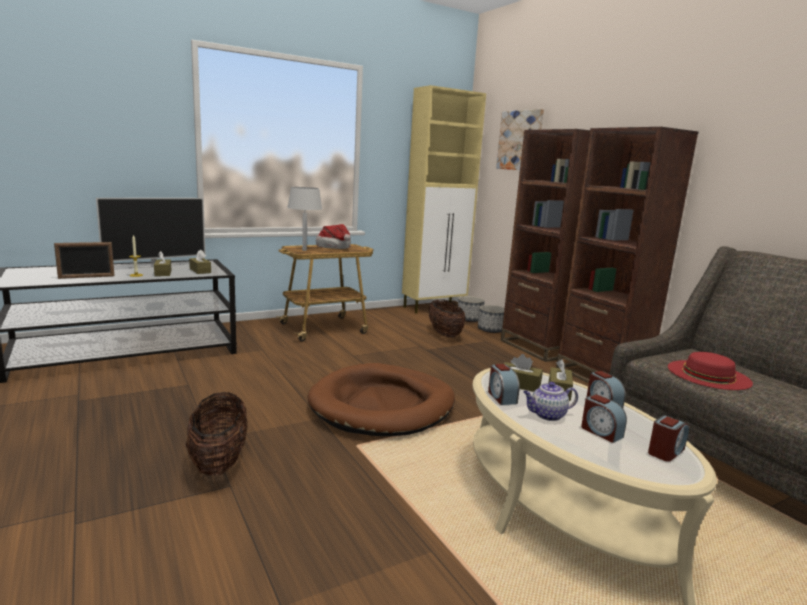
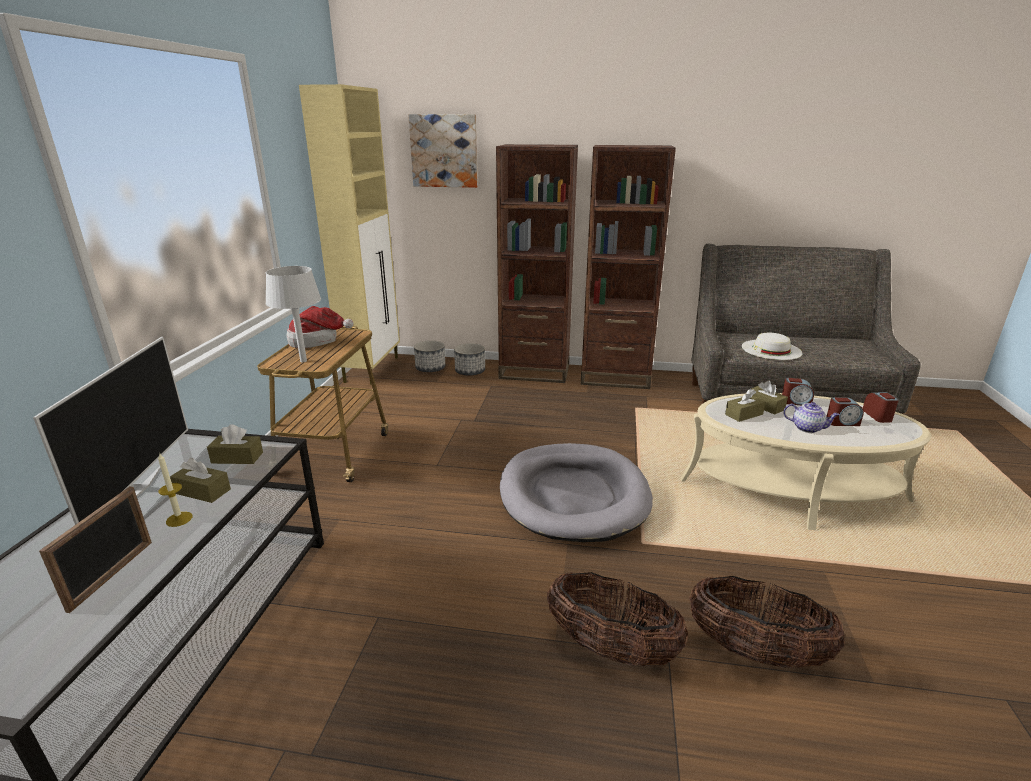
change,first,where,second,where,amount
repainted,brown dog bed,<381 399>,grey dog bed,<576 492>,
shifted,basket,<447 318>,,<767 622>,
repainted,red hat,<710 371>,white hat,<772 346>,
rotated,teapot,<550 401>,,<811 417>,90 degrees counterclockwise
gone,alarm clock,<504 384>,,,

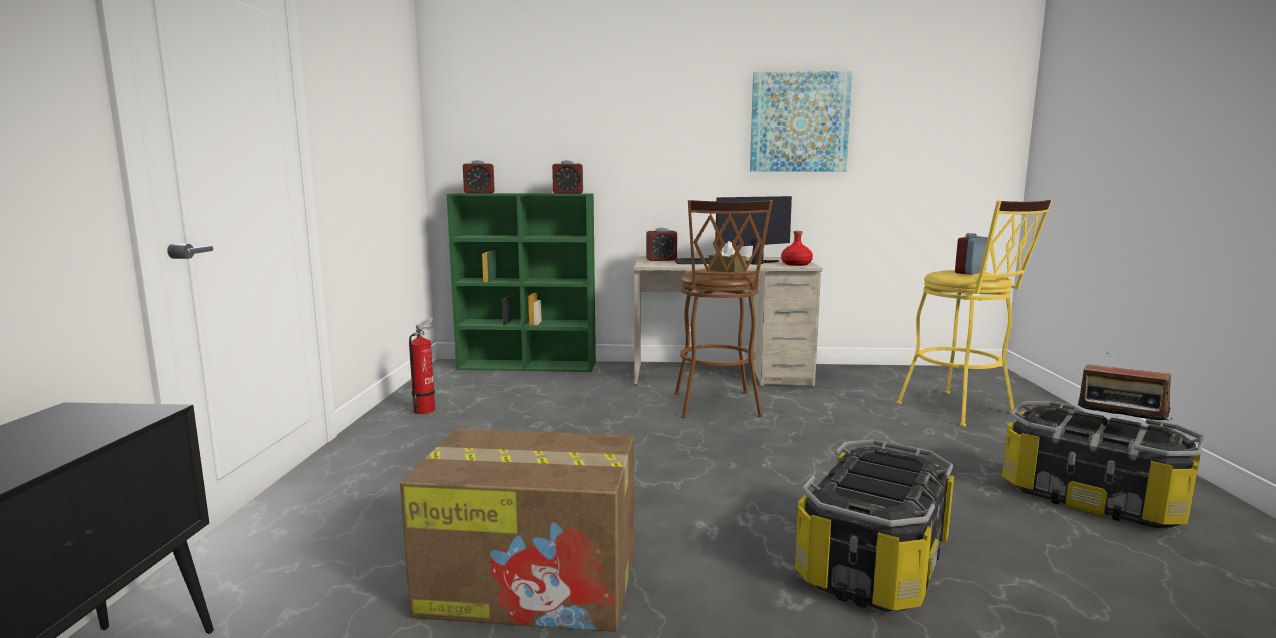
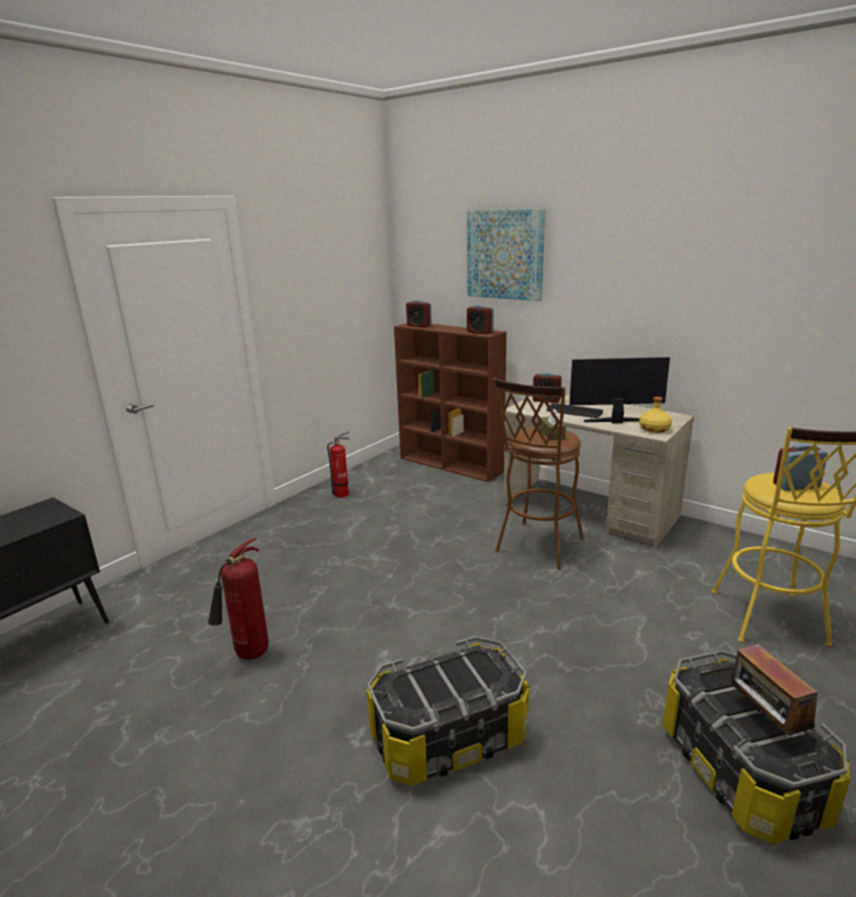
change,first,where,second,where,amount
swapped,cardboard box,<517 530>,fire extinguisher,<238 599>,
repainted,green bookcase,<521 282>,brown bookcase,<450 402>,
shifted,picture,<801 121>,,<506 254>,
repainted,red bottle,<797 248>,yellow bottle,<655 415>,

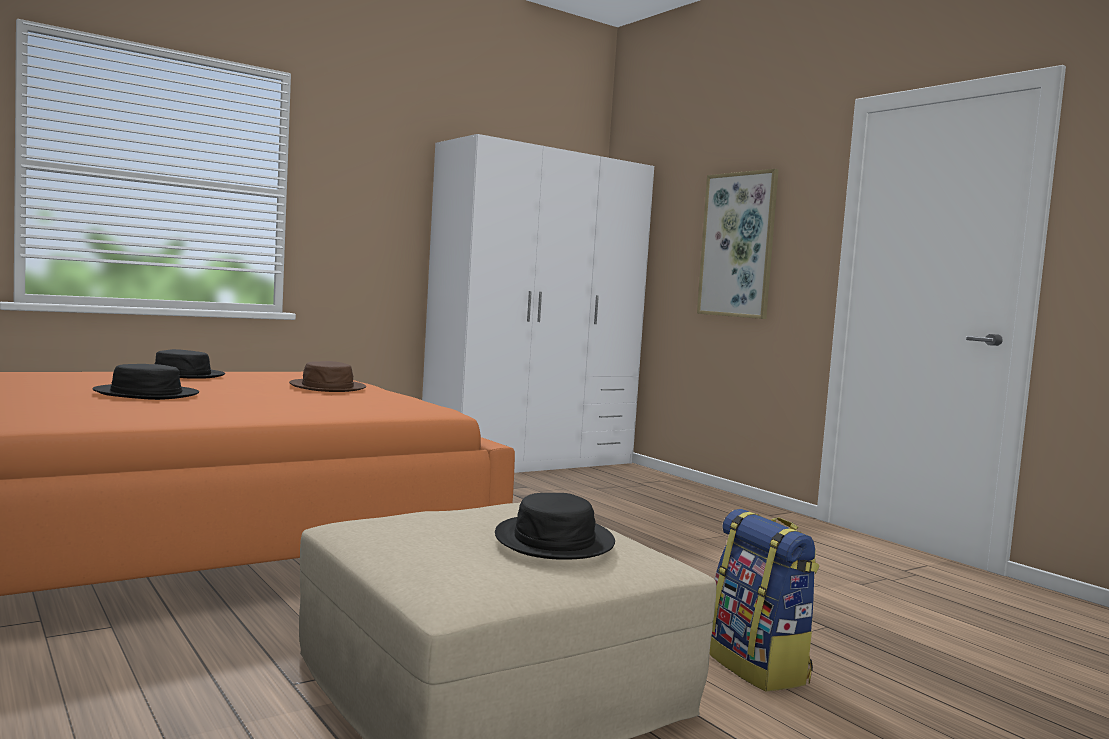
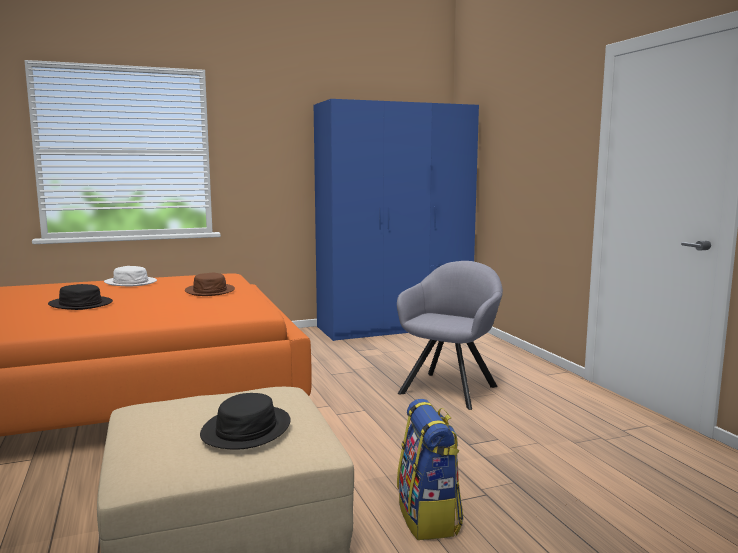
change,first,where,second,where,amount
repainted,black hat,<190 364>,white hat,<130 276>,
repainted,white wardrobe,<538 303>,blue wardrobe,<396 220>,
new,,,grey armchair,<450 335>,
gone,picture,<738 244>,,,

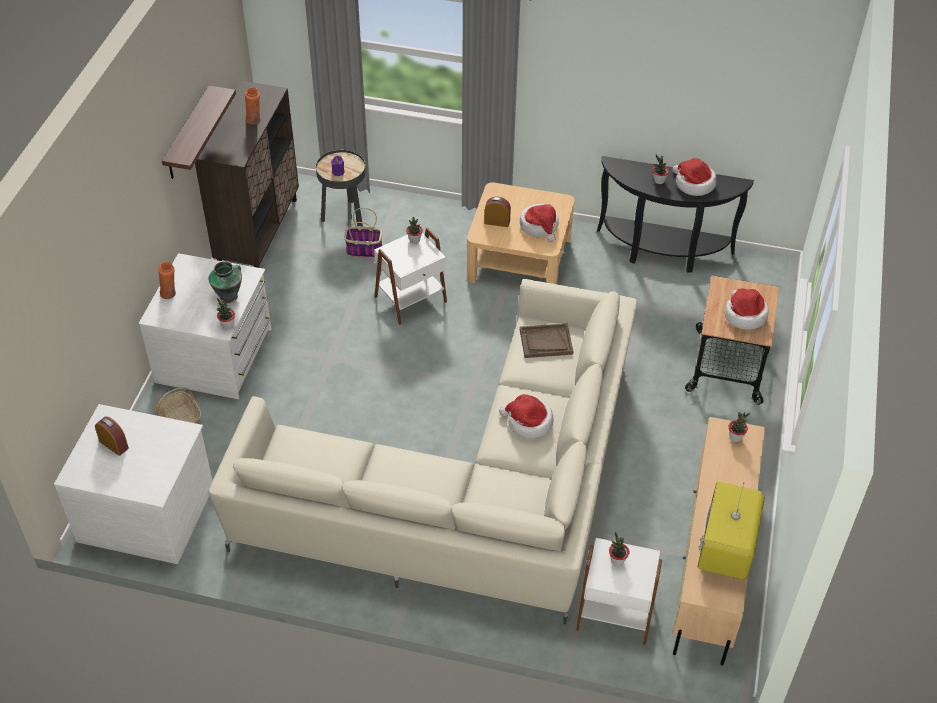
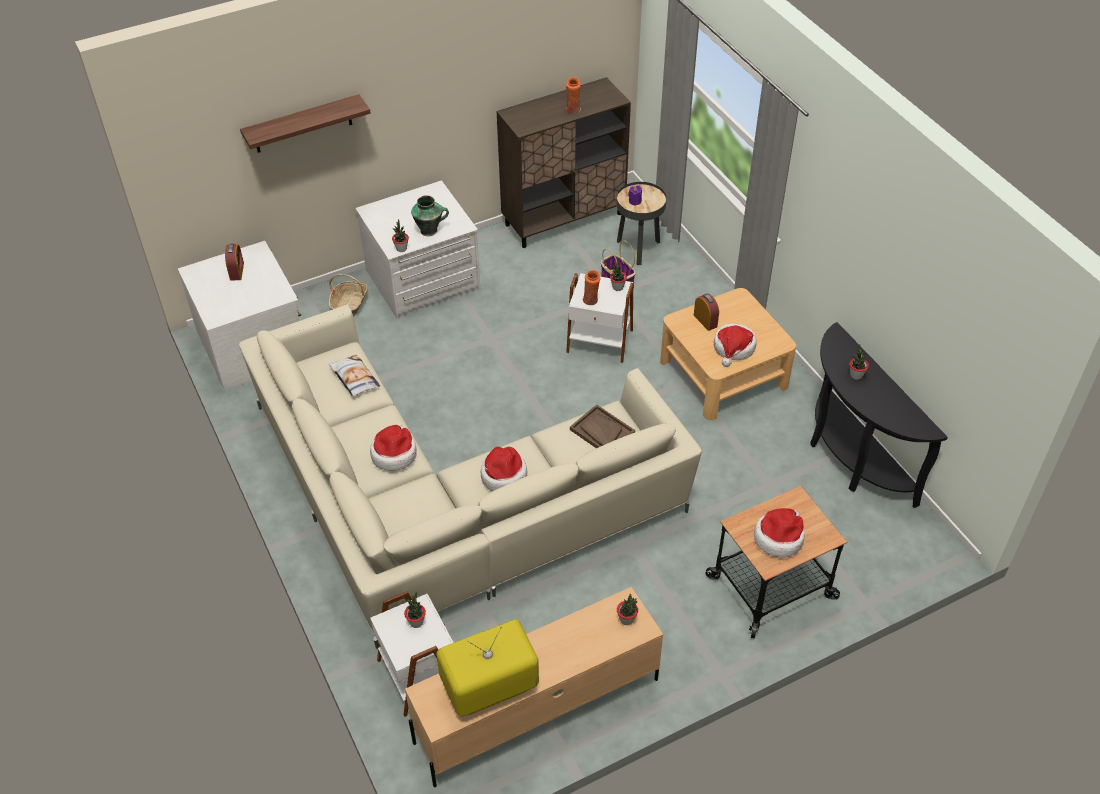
change,first,where,second,where,amount
shifted,shelf,<199 132>,,<305 123>,
new,,,pillow,<354 376>,
shifted,hat,<694 177>,,<393 448>,
shifted,orange vase,<167 280>,,<591 287>,

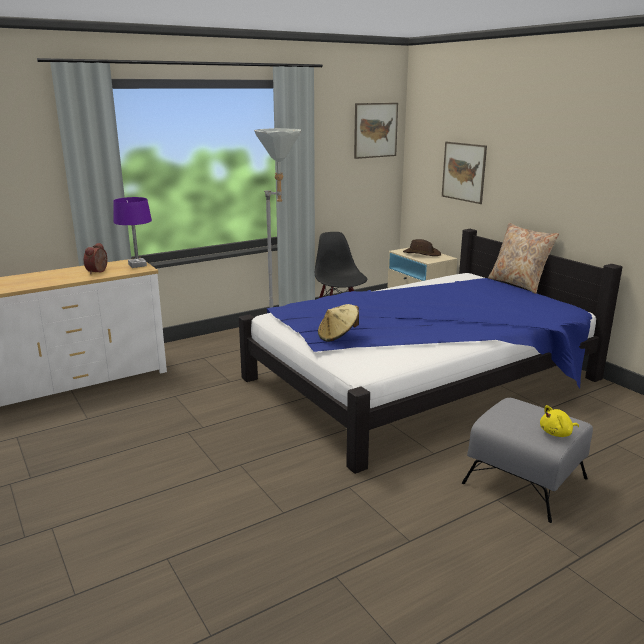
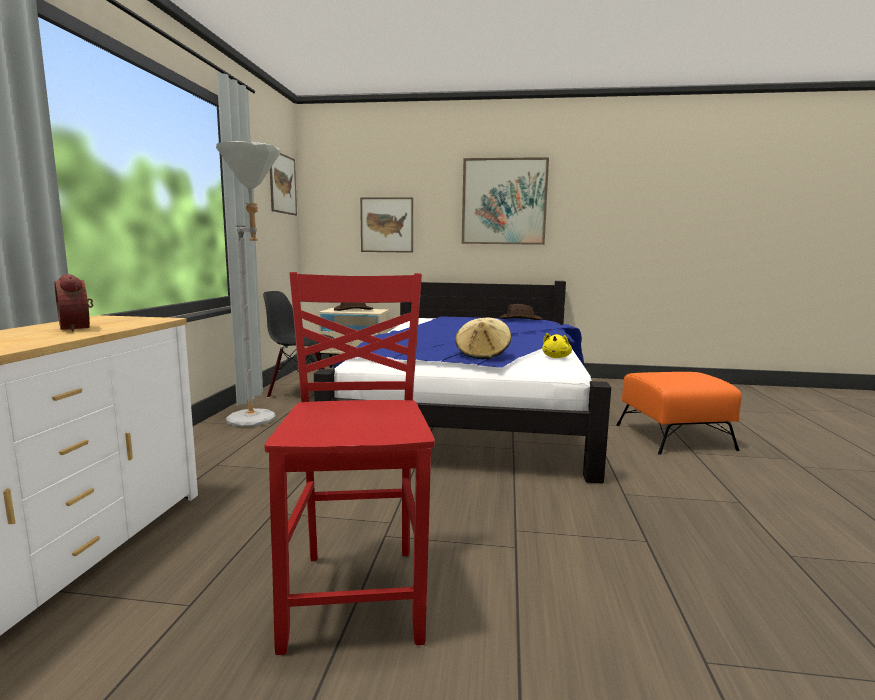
change,first,where,second,where,amount
new,,,red chair,<350 463>,
new,,,picture,<505 201>,
new,,,brown hat,<521 312>,
shifted,yellow plush toy,<559 421>,,<557 345>,
repainted,grey ottoman,<527 460>,orange ottoman,<679 413>,
gone,purple table lamp,<132 232>,,,
gone,beige pillow,<523 258>,,,

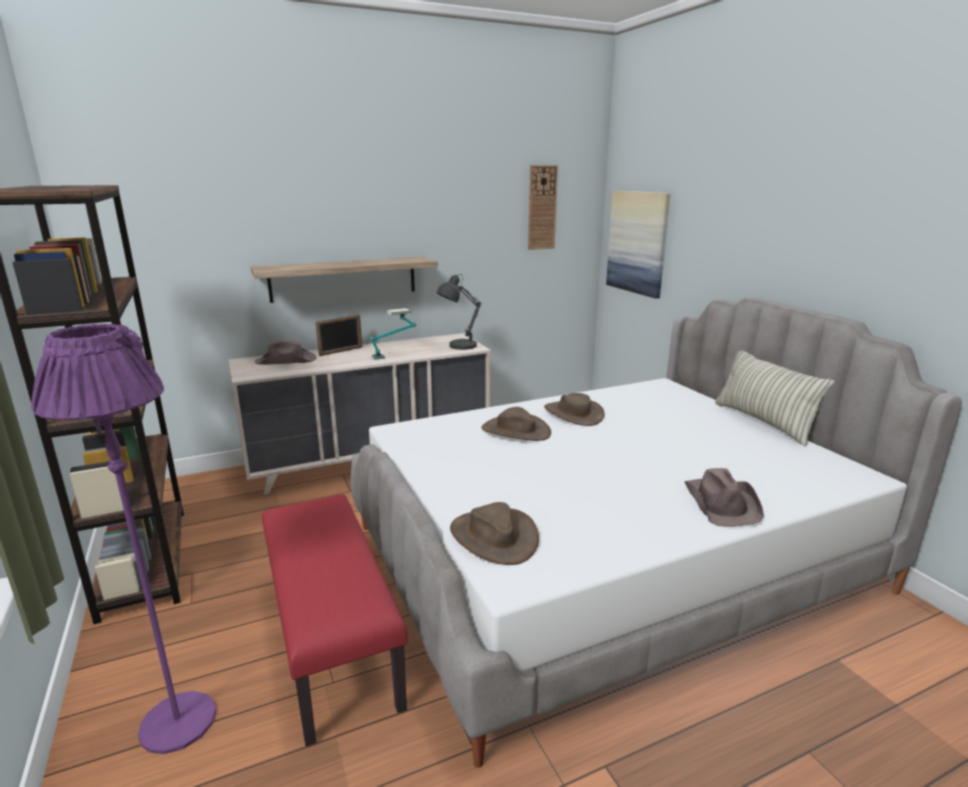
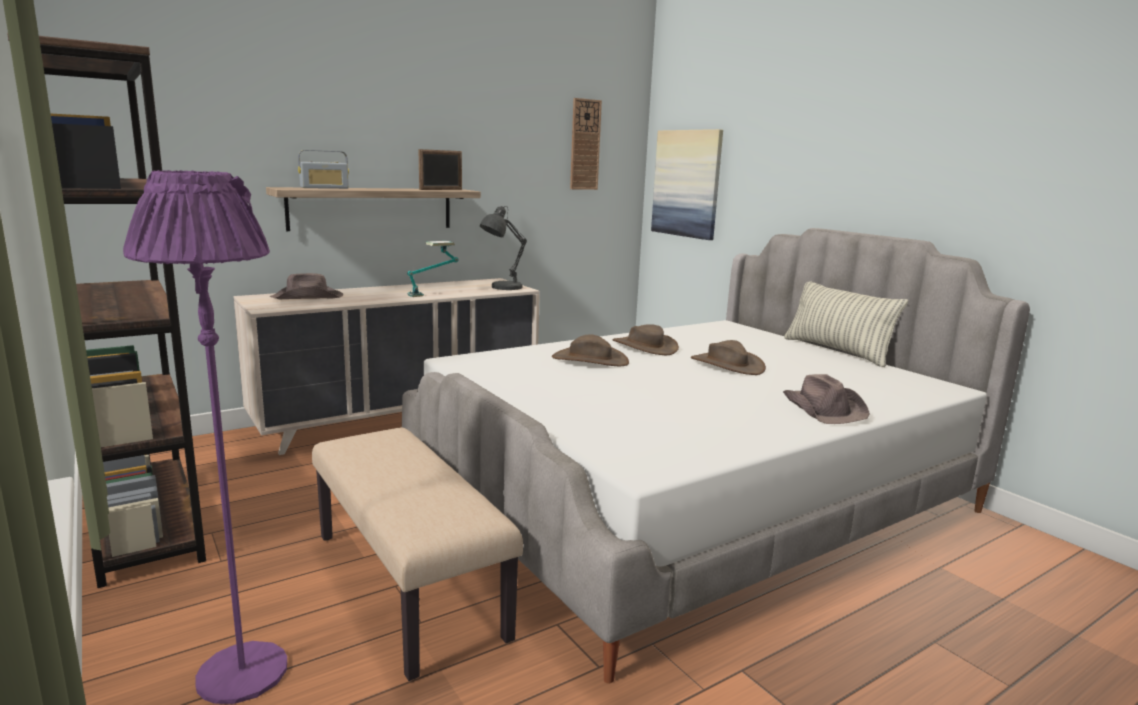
change,first,where,second,where,amount
new,,,radio,<323 169>,
repainted,red bench,<335 620>,beige bench,<417 554>,
shifted,picture frame,<338 335>,,<440 169>,
shifted,brown hat,<494 533>,,<728 357>,

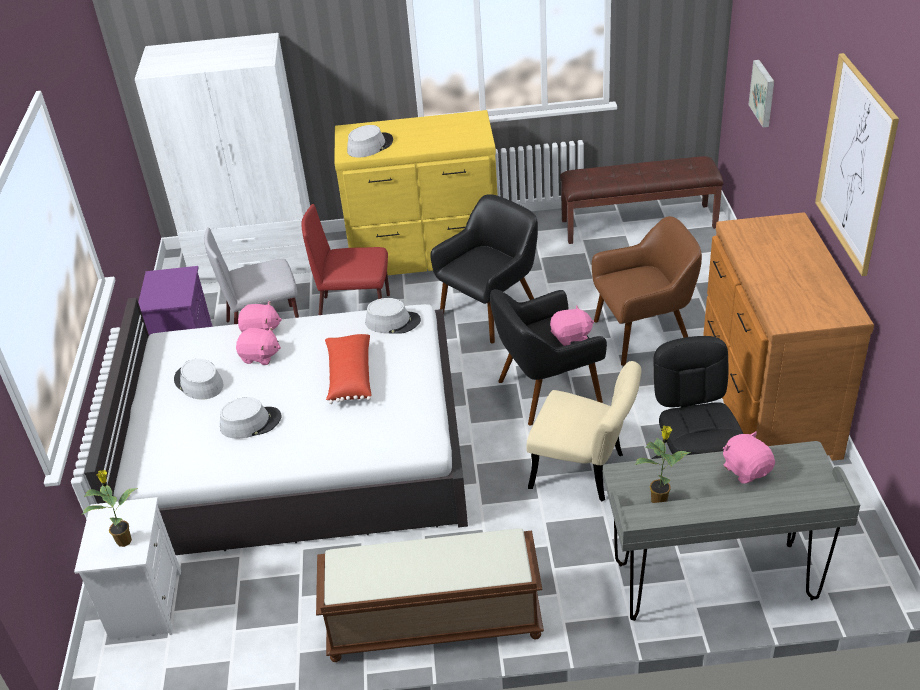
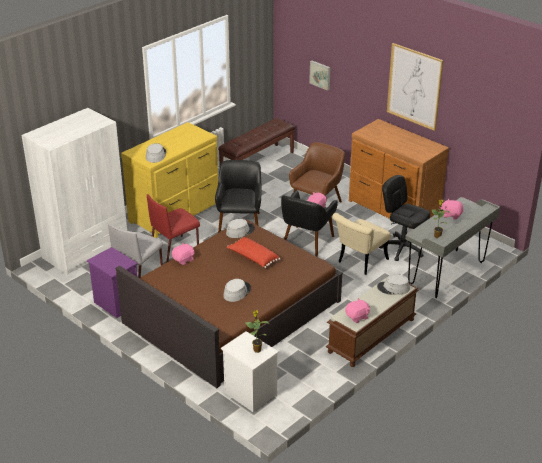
change,first,where,second,where,amount
repainted,white bed,<276 426>,brown bed,<229 303>,
rotated,beige chair,<584 431>,,<361 244>,150 degrees clockwise
shifted,pink plush toy,<258 346>,,<357 310>,
shifted,grey hat,<198 379>,,<393 284>,

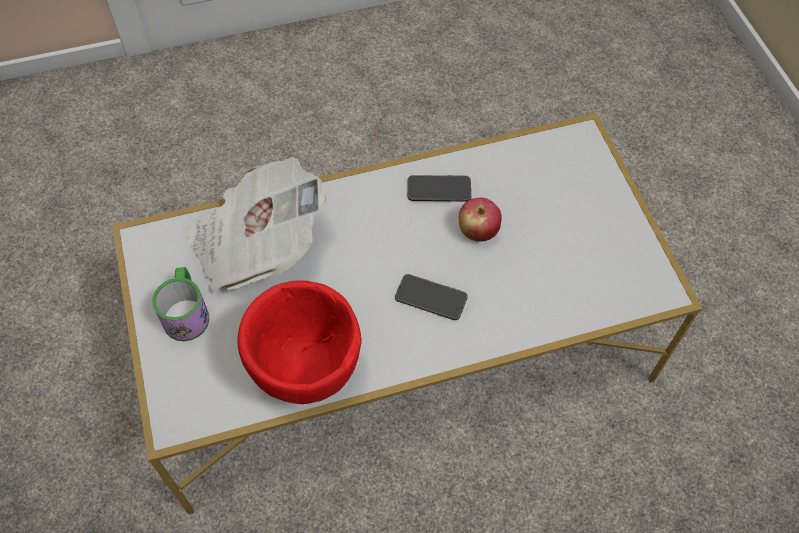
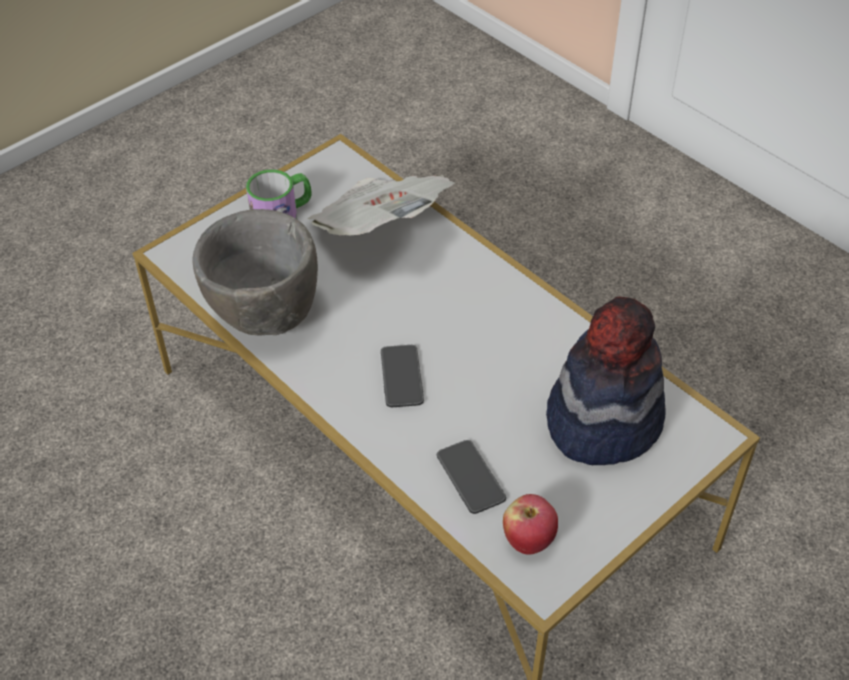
change,first,where,second,where,amount
repainted,red bowl,<299 342>,grey bowl,<255 272>,
shifted,phone,<439 188>,,<471 477>,
shifted,apple,<480 220>,,<530 524>,
new,,,hat,<606 381>,

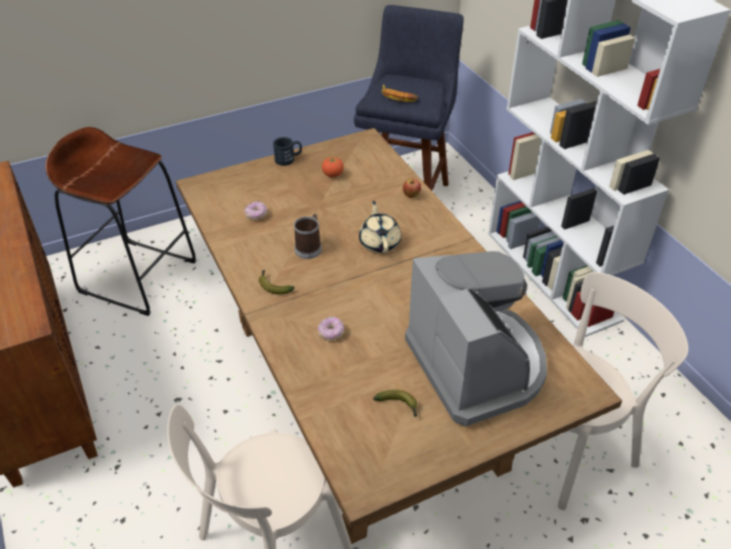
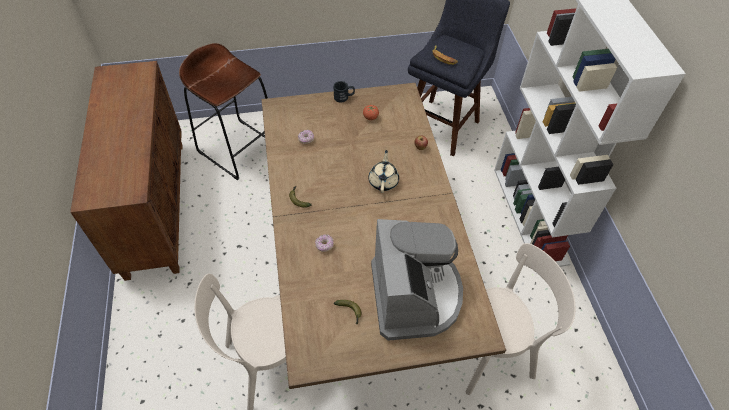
change,first,where,second,where,amount
gone,mug,<308 236>,,,

